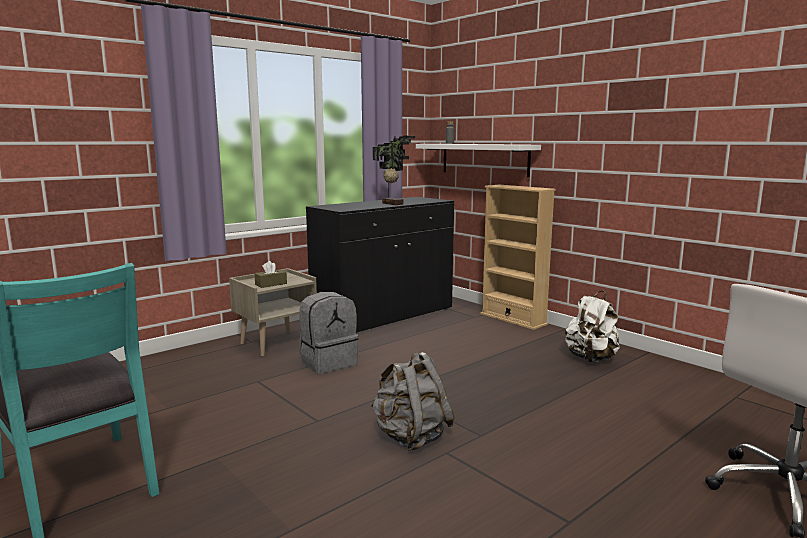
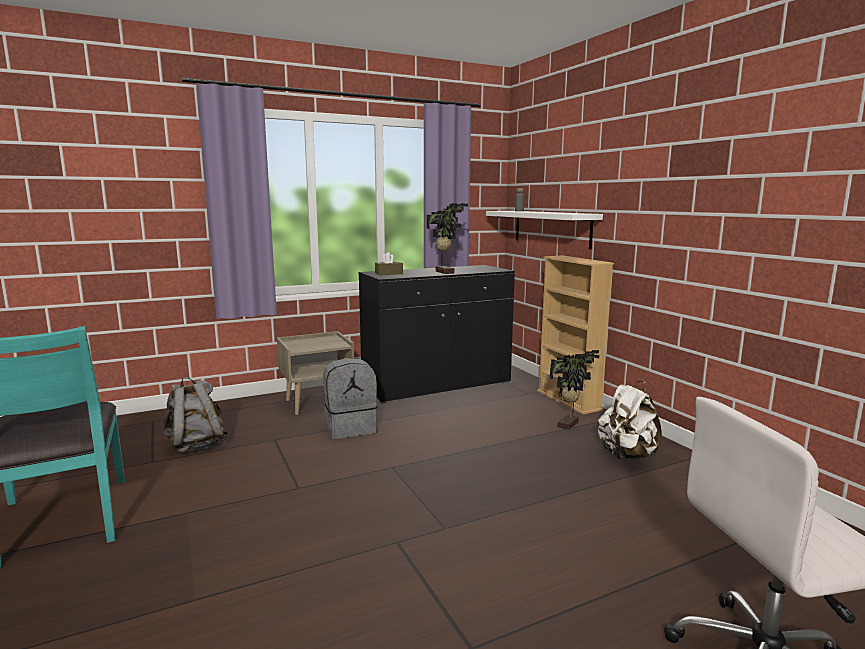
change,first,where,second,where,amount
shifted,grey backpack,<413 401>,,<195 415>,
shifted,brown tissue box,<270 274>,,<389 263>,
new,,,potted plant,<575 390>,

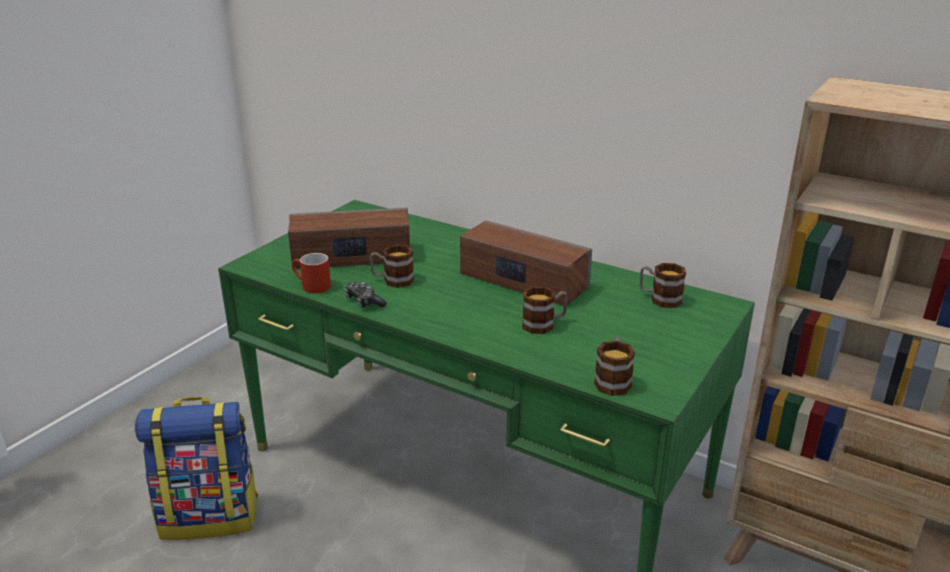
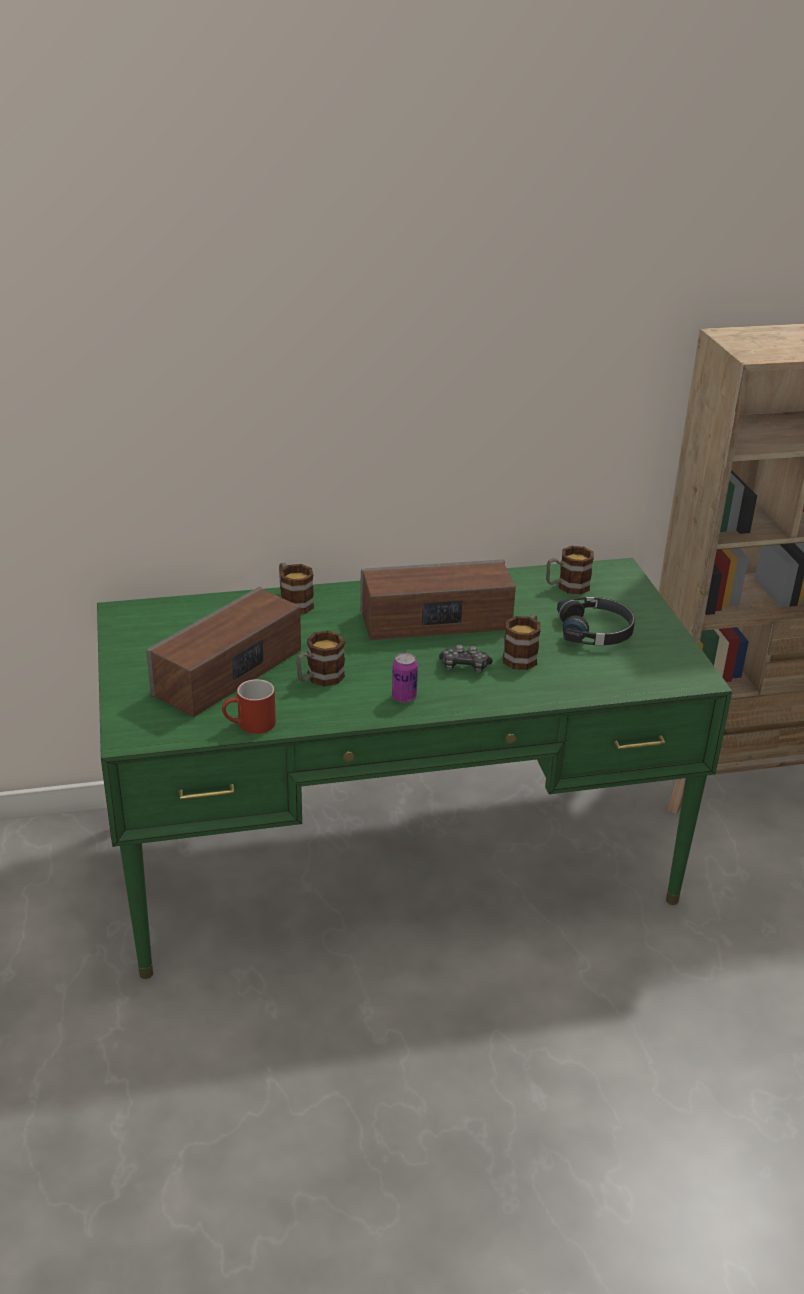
change,first,where,second,where,amount
shifted,mug,<614 366>,,<296 588>,
new,,,can,<405 678>,
shifted,game controller,<365 294>,,<466 659>,
new,,,black headphones,<596 621>,
gone,backpack,<196 468>,,,

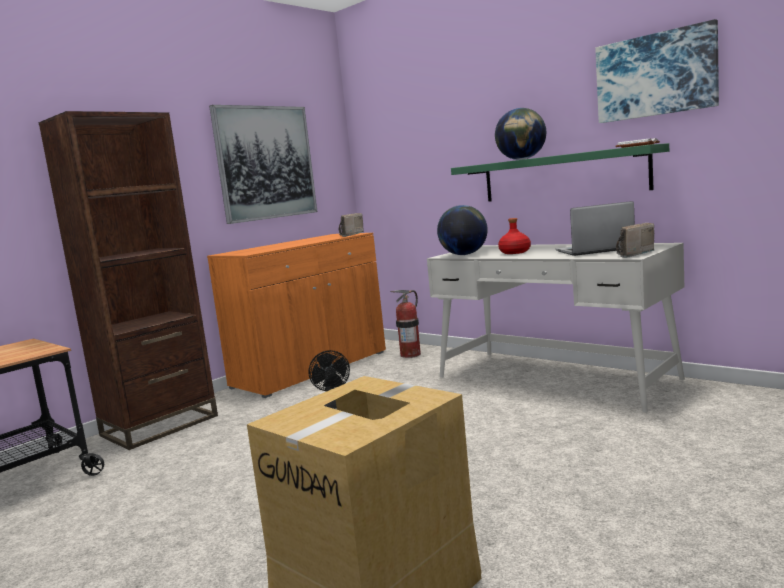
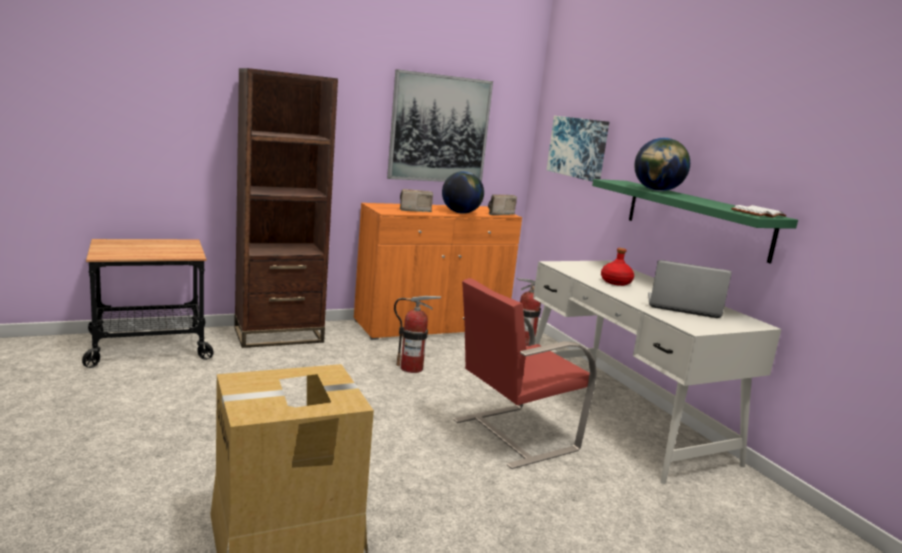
change,first,where,second,where,amount
swapped,black fan,<329 379>,fire extinguisher,<418 334>,
shifted,radio,<635 240>,,<416 200>,
shifted,globe,<462 230>,,<463 192>,
new,,,red chair,<525 373>,
shifted,picture,<657 71>,,<578 149>,

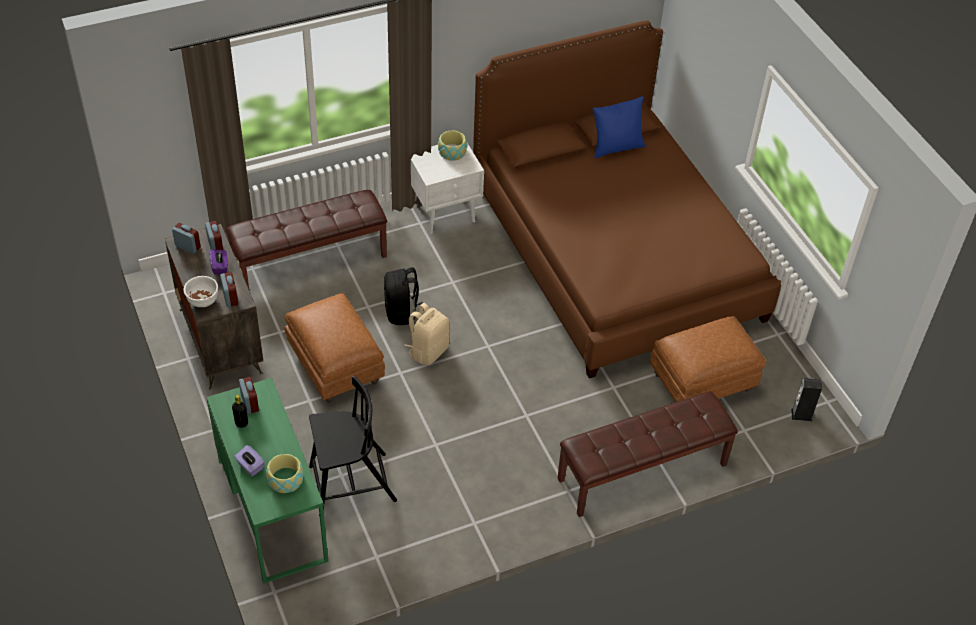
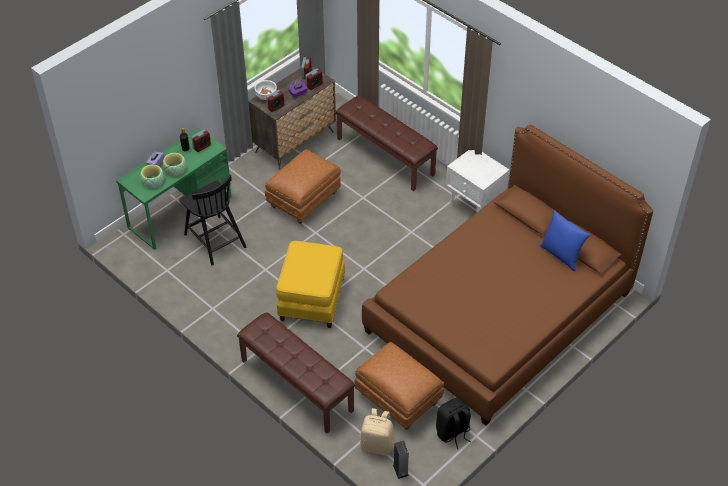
change,first,where,second,where,amount
shifted,bowl,<452 145>,,<174 165>,
new,,,yellow ottoman,<310 284>,
shifted,beige backpack,<427 334>,,<377 432>,
shifted,black backpack,<403 296>,,<453 423>,

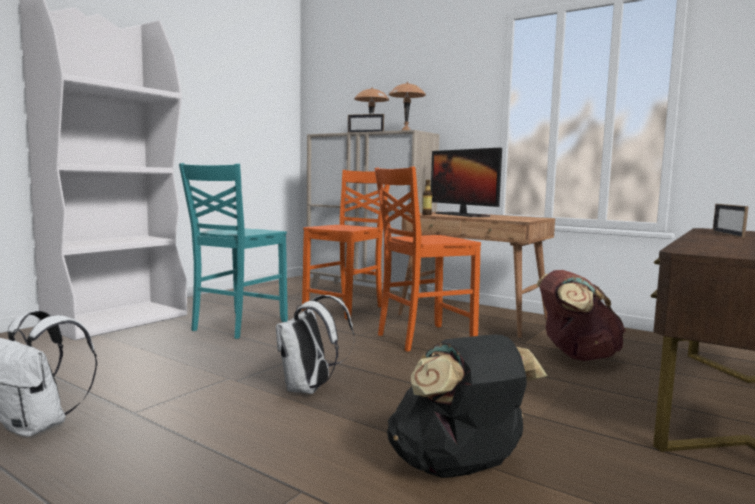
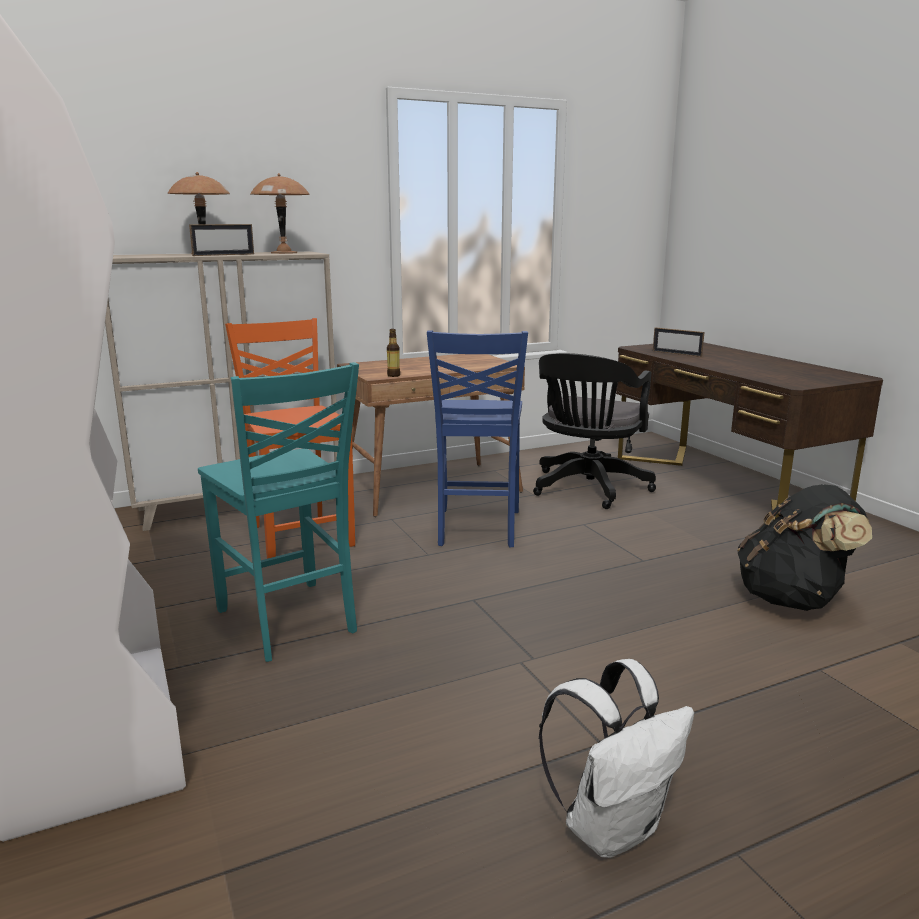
change,first,where,second,where,amount
repainted,orange chair,<427 259>,blue chair,<477 439>,
swapped,brown backpack,<581 315>,black office chair,<594 431>,
gone,white backpack,<315 344>,,,
gone,monitor,<466 182>,,,

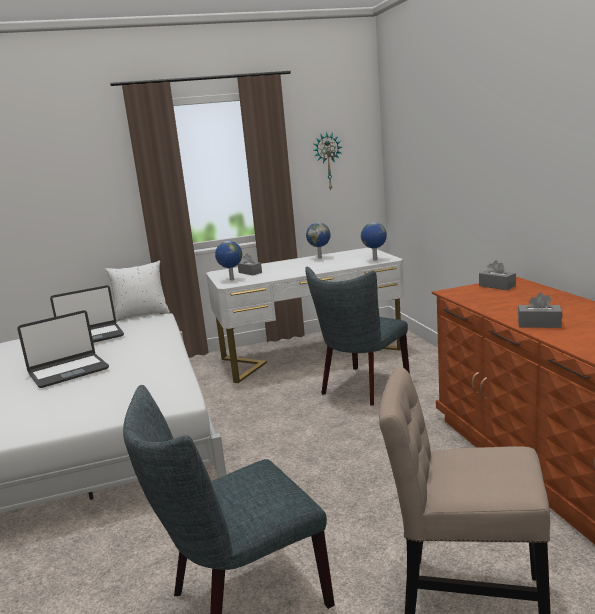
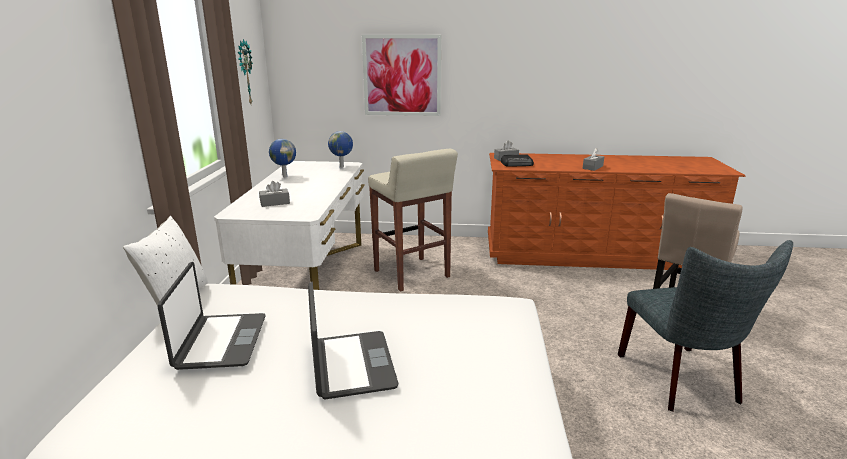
change,first,where,second,where,amount
new,,,picture,<401 75>,
swapped,grey chair,<357 336>,beige stool,<413 220>,
new,,,radio,<517 160>,
gone,globe,<228 260>,,,

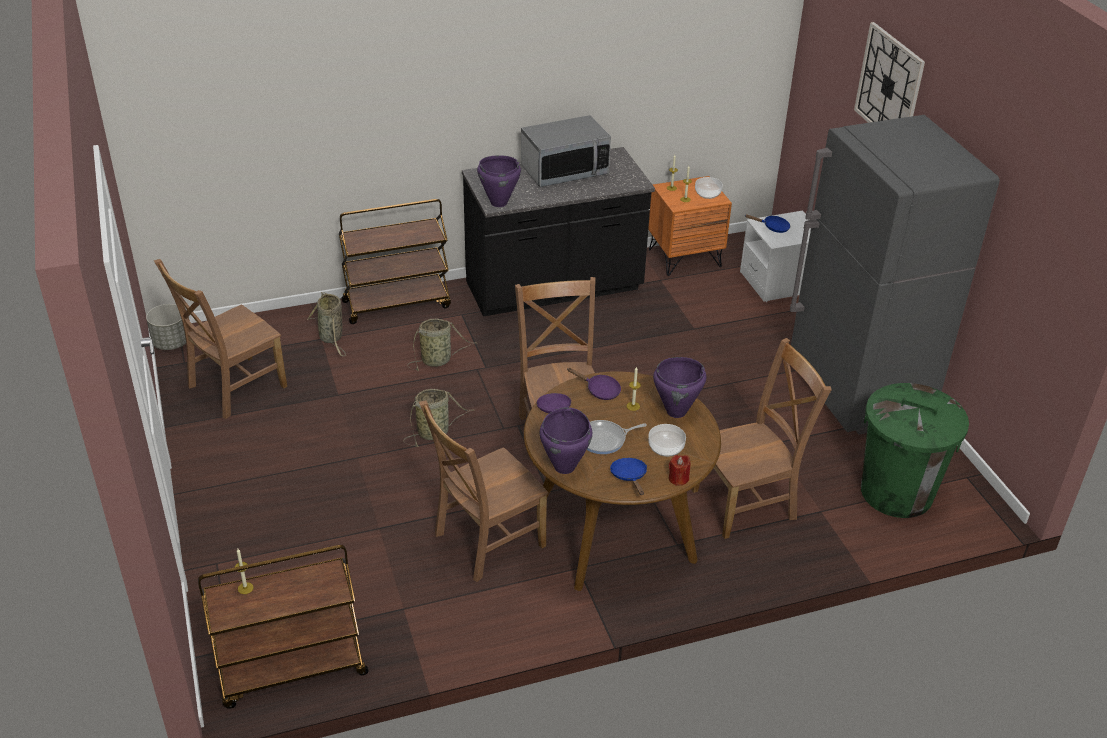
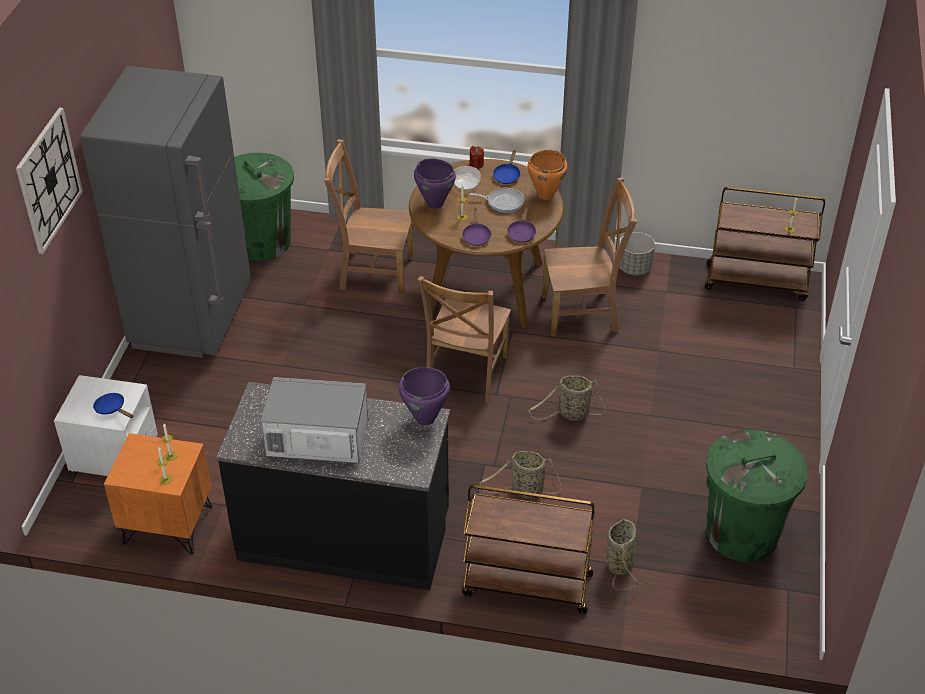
change,first,where,second,where,amount
rotated,purple frying pan,<594 384>,,<477 227>,150 degrees counterclockwise
repainted,purple cooking pot,<565 440>,orange cooking pot,<547 175>,
shifted,grey planter,<166 327>,,<637 253>,
swapped,brown chair,<220 339>,green trash can,<757 496>,
gone,bowl,<709 188>,,,

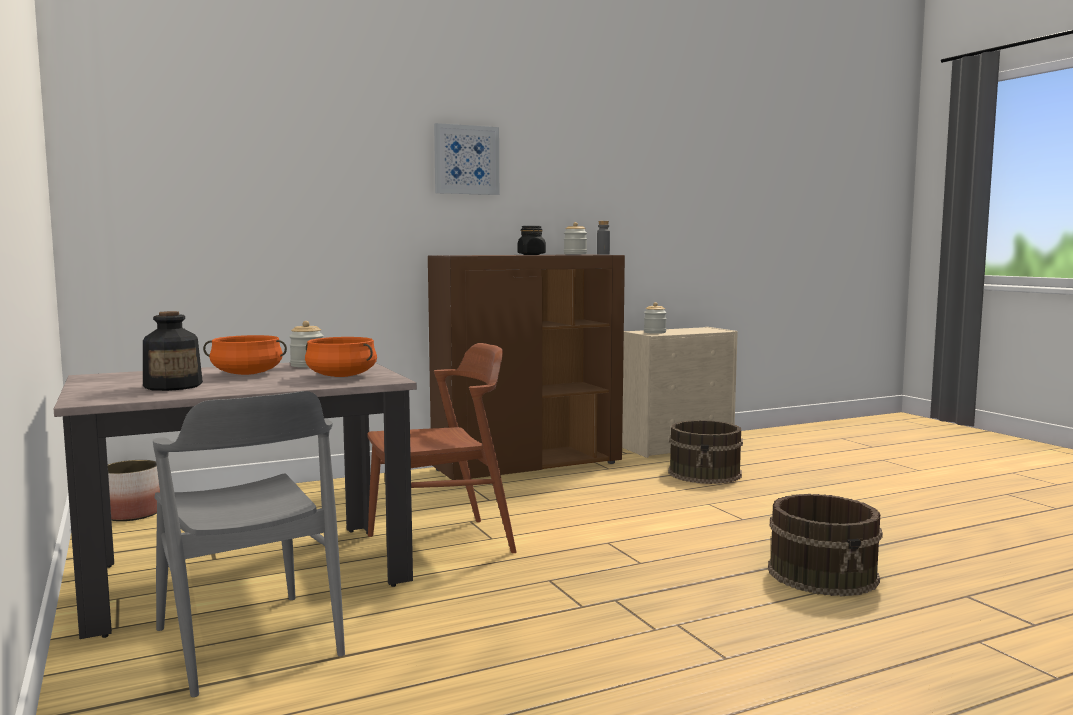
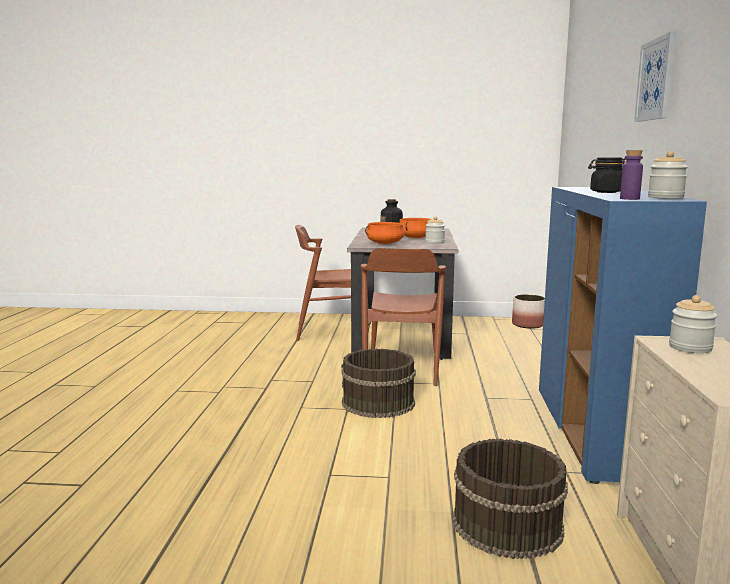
change,first,where,second,where,amount
repainted,grey chair,<249 544>,brown chair,<323 283>,
shifted,brown bucket,<825 545>,,<378 383>,
repainted,brown cabinet,<526 367>,blue cabinet,<623 335>,
repainted,grey bottle,<603 238>,purple bottle,<631 175>,

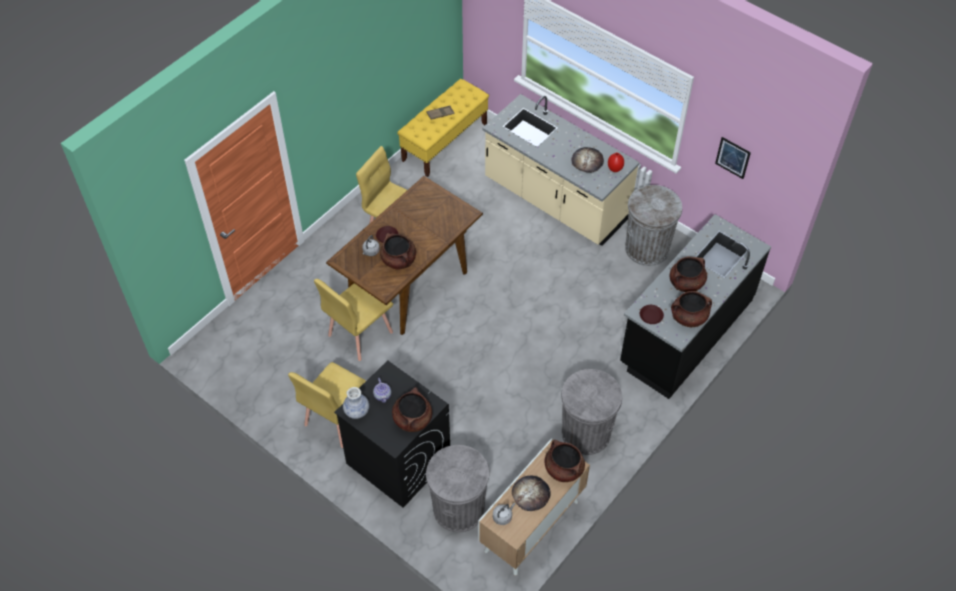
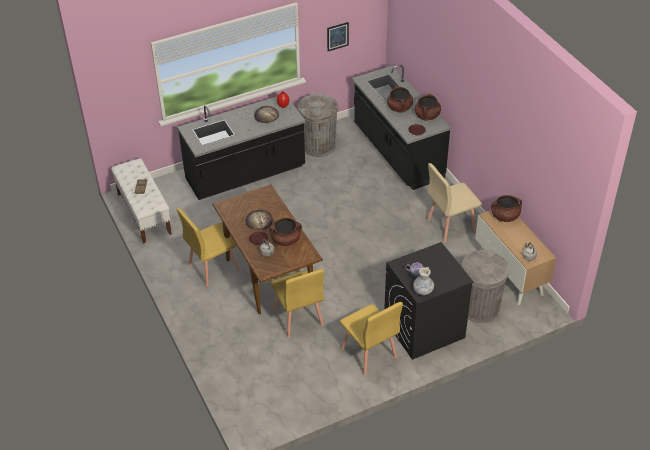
change,first,where,second,where,amount
repainted,yellow bench,<443 128>,white bench,<141 201>,
repainted,beige counter,<561 170>,black counter,<241 148>,
shifted,bread,<531 493>,,<259 220>,
swapped,grey trash can,<591 412>,beige chair,<454 202>,
gone,brown cooking pot,<412 409>,,,

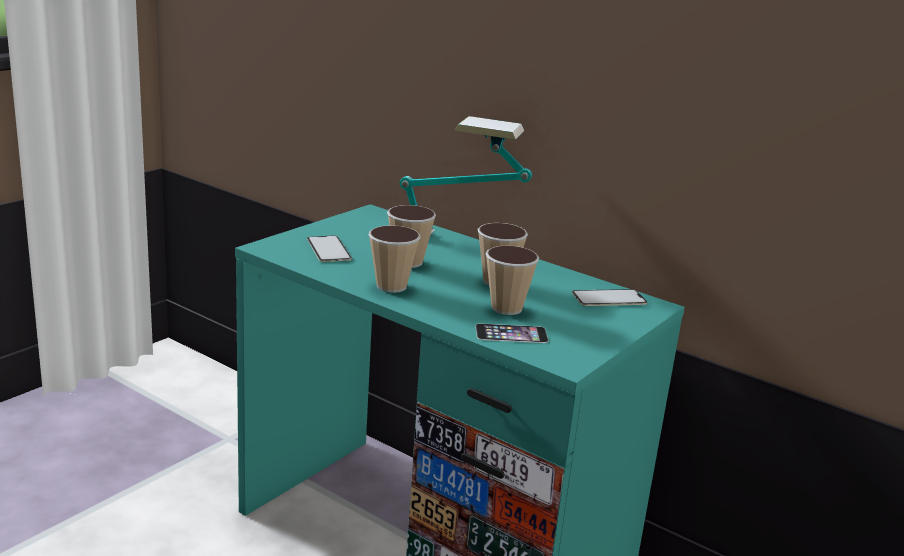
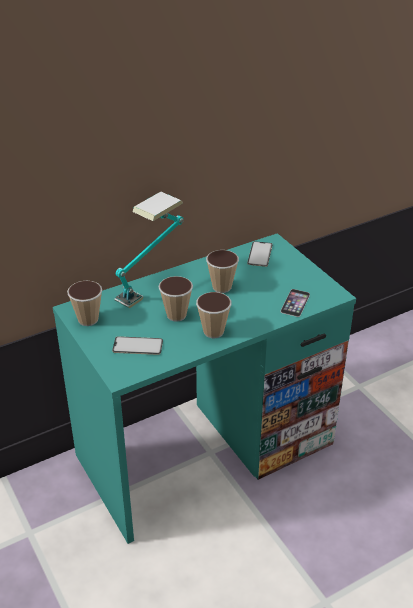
change,first,where,second,where,amount
shifted,cup,<512 280>,,<84 303>,

